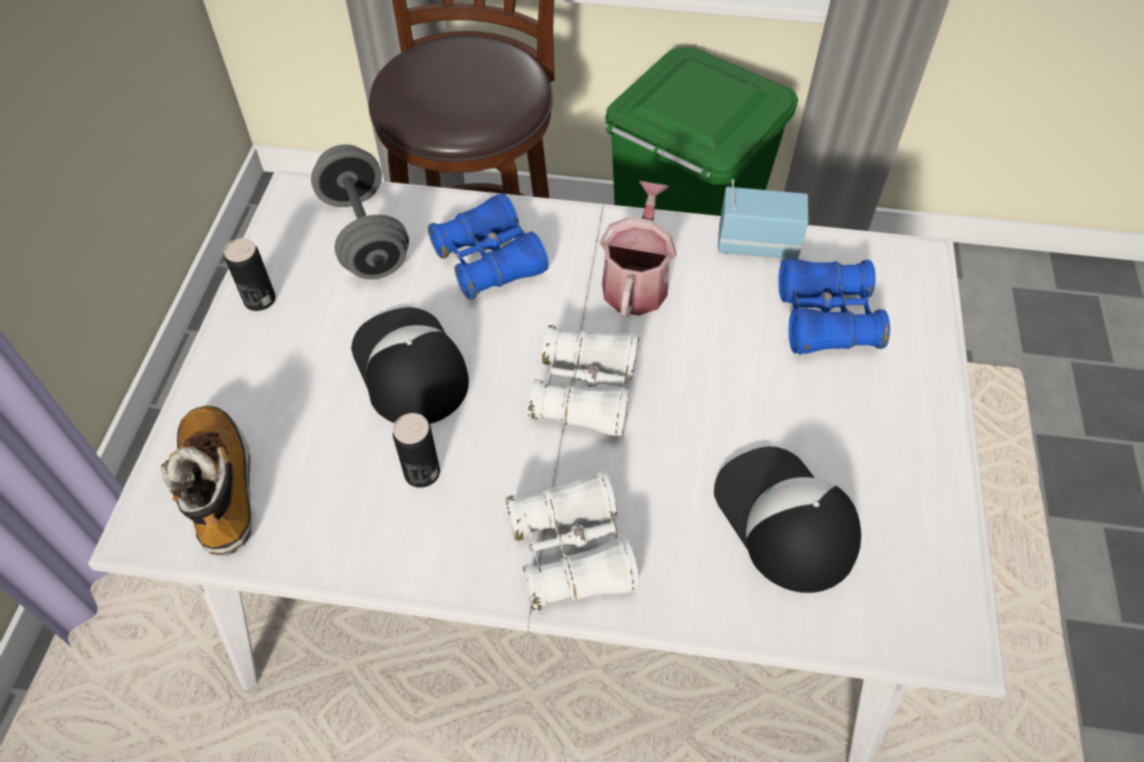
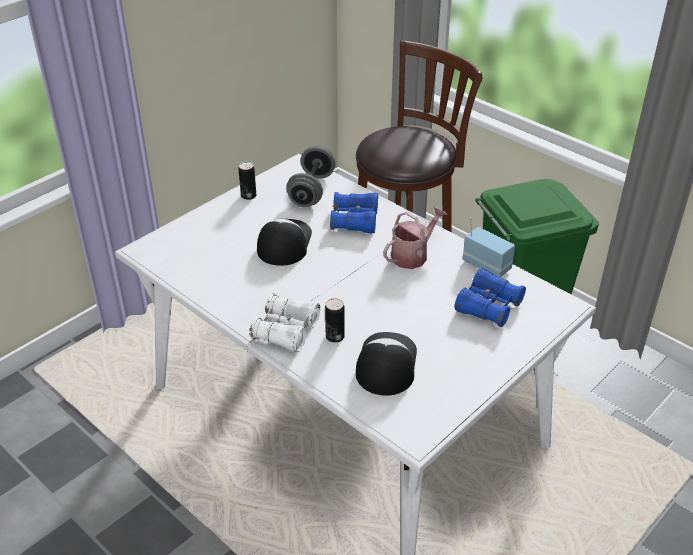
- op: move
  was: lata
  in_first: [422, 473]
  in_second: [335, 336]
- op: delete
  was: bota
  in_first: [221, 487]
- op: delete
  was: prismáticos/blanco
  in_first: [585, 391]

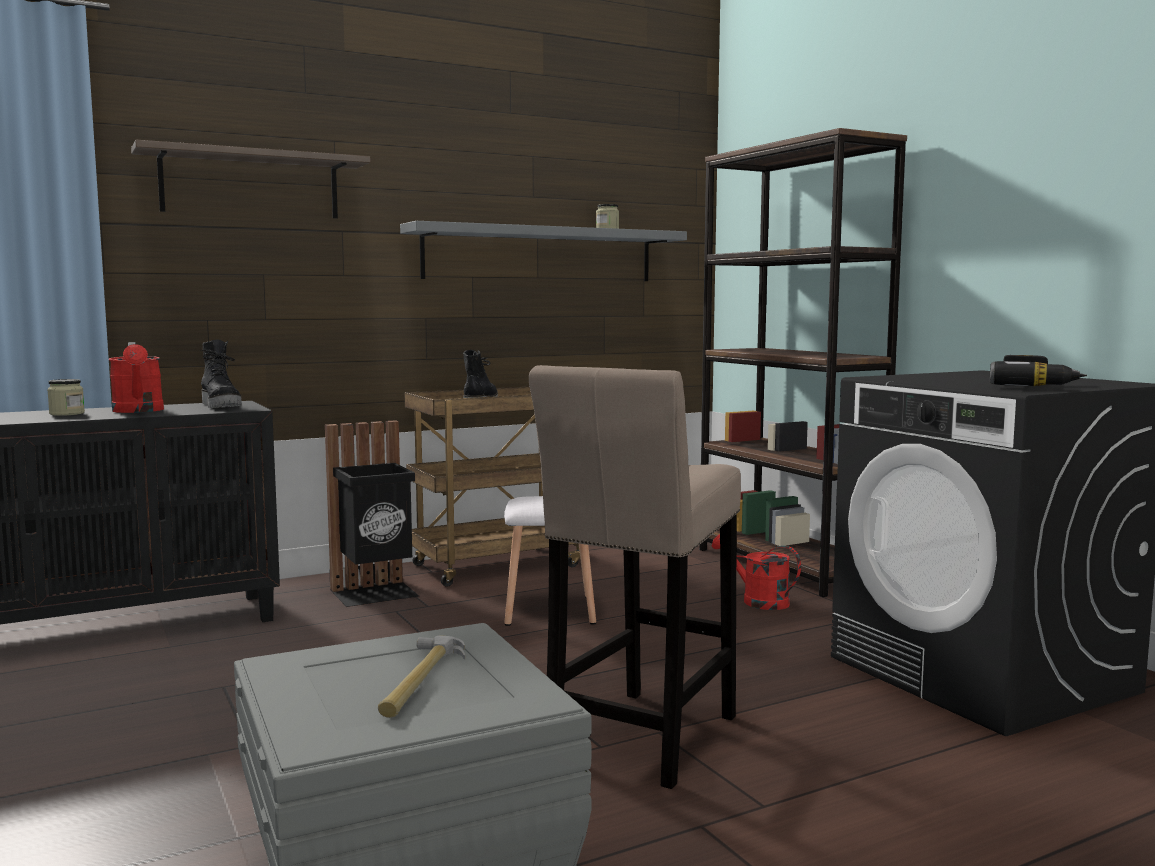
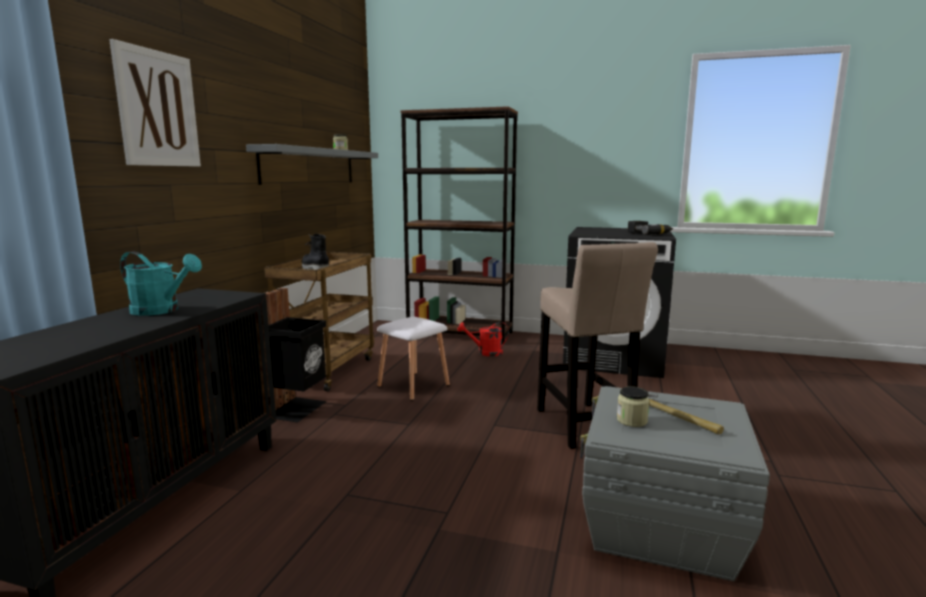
- op: replace
  was: estante
  now: cuadro
  in_first: [250, 185]
  in_second: [157, 109]
- op: recolor
  was: regadera/rojo
  now: regadera/turquesa
  in_first: [139, 411]
  in_second: [162, 311]
- op: move
  was: tarro
  in_first: [67, 413]
  in_second: [631, 420]
- op: delete
  was: bota/negro
  in_first: [222, 406]

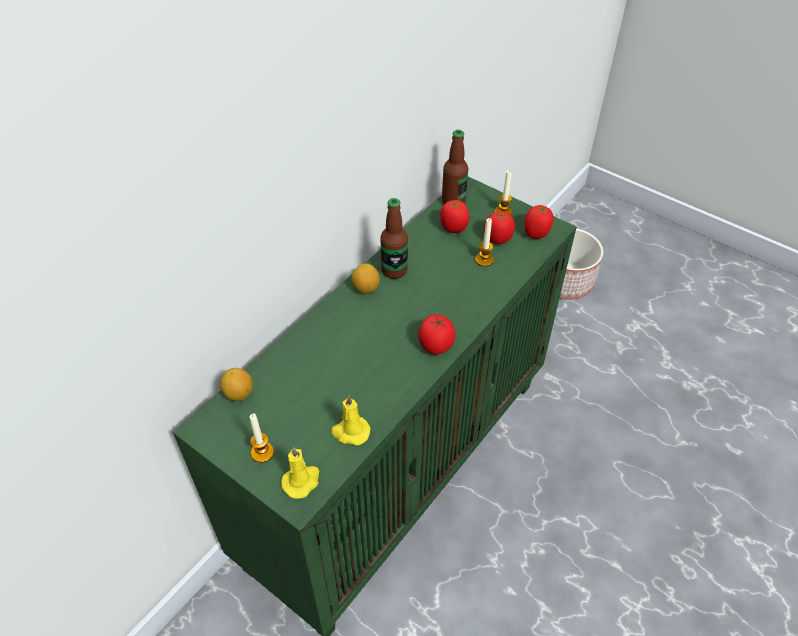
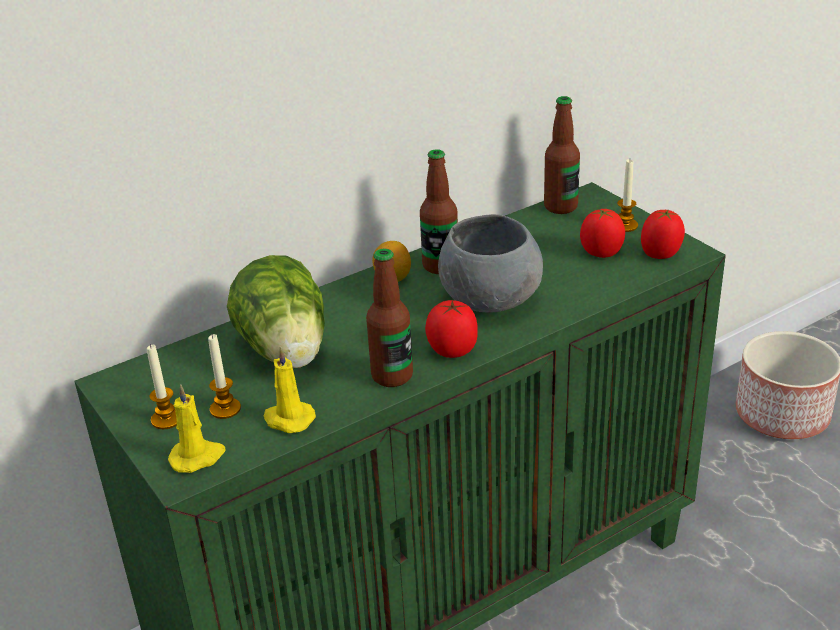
- op: move
  was: vela
  in_first: [484, 260]
  in_second: [225, 409]
- op: insert
  now: lechuga
  in_second: [287, 352]
- op: insert
  now: botella
  in_second: [392, 376]
- op: insert
  now: cuenco/gris
  in_second: [489, 300]
- op: delete
  was: limón
  in_first: [239, 394]
- op: delete
  was: tomate
  in_first: [453, 228]

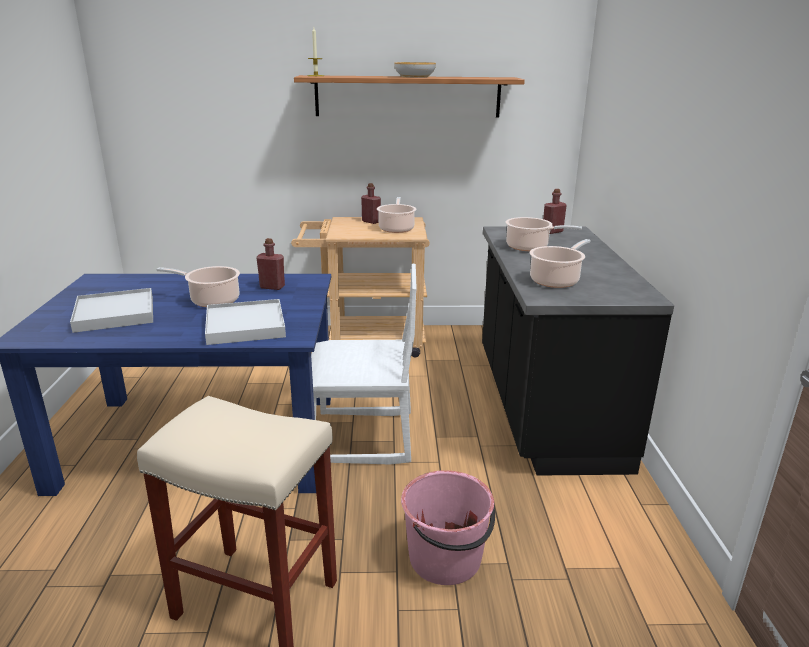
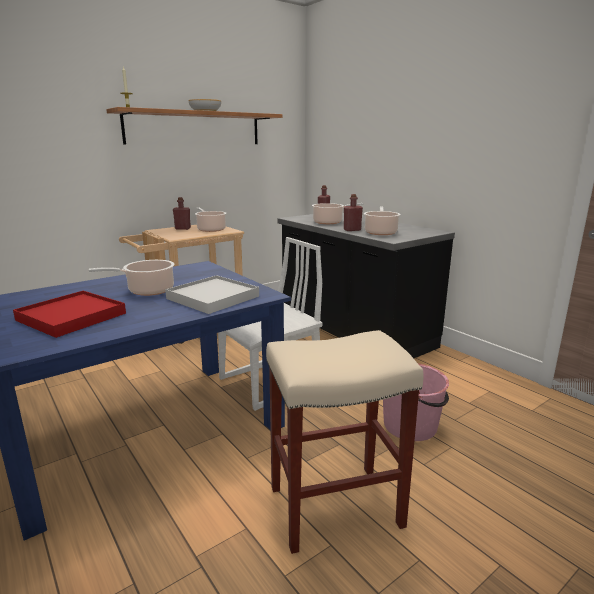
- op: recolor
  was: bandeja/blanco
  now: bandeja/rojo
  in_first: [115, 314]
  in_second: [71, 317]
- op: move
  was: botella/rojo
  in_first: [272, 287]
  in_second: [352, 230]

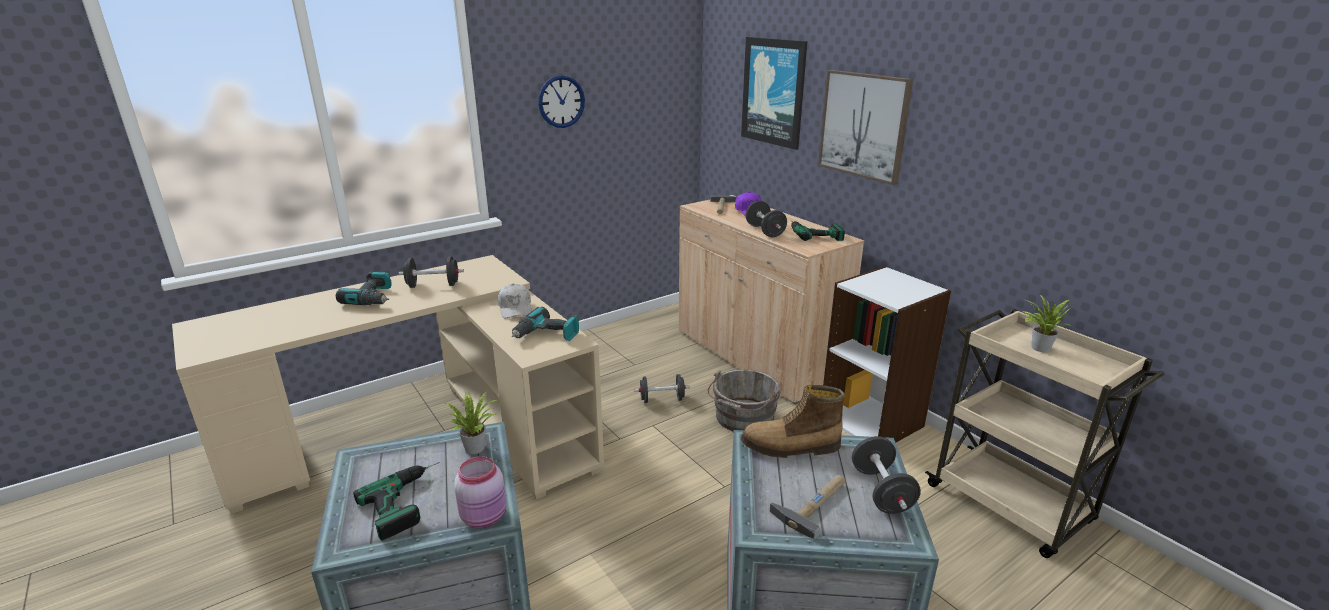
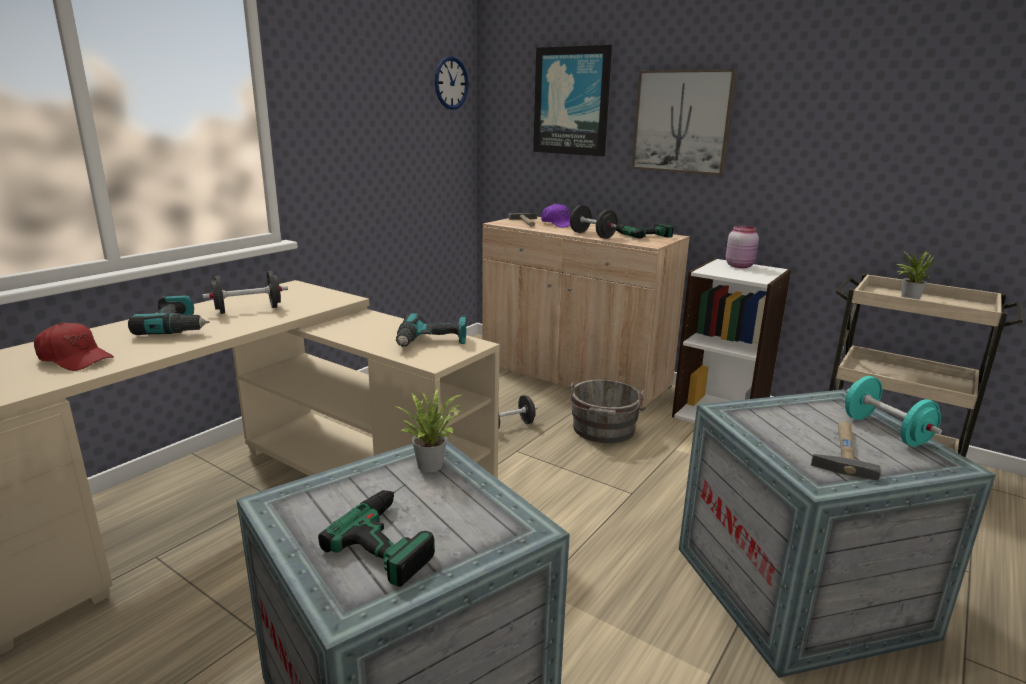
- op: insert
  now: gorra/rojo
  in_second: [75, 359]
- op: move
  was: reloj de pared
  in_first: [561, 101]
  in_second: [451, 83]
- op: move
  was: tarro/rosa
  in_first: [485, 517]
  in_second: [740, 266]
- op: recolor
  was: mancuerna/negro
  now: mancuerna/turquesa
  in_first: [881, 491]
  in_second: [886, 431]
- op: delete
  was: gorra/blanco
  in_first: [515, 308]
- op: delete
  was: bota
  in_first: [790, 447]

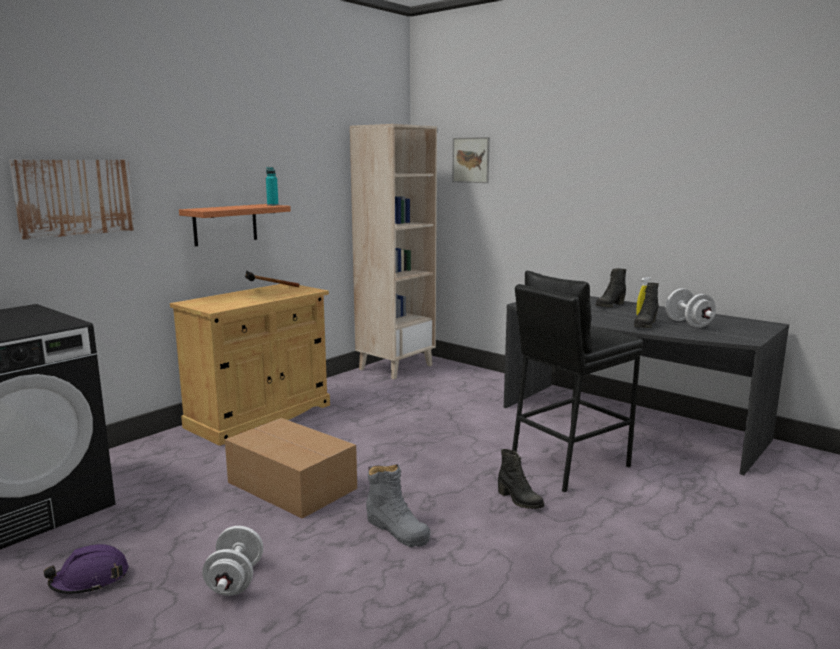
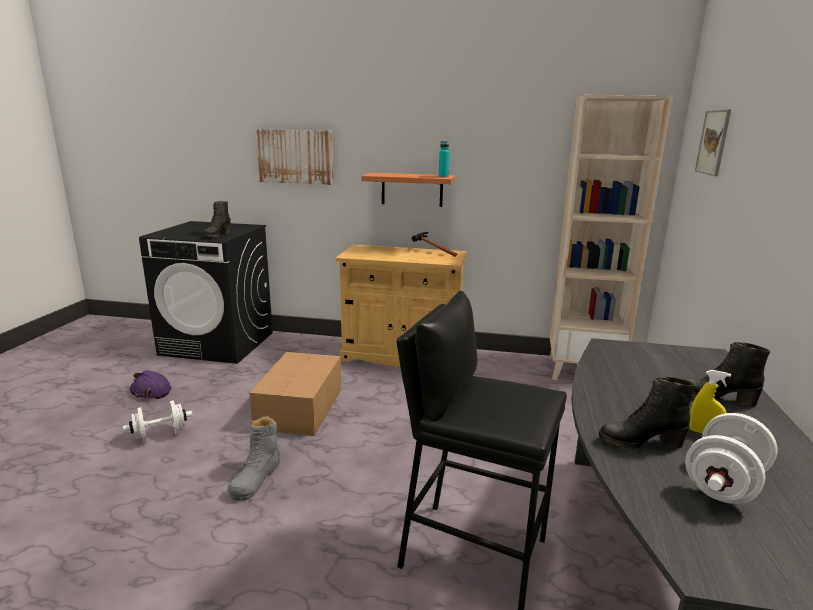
- op: move
  was: bota/negro
  in_first: [519, 500]
  in_second: [217, 235]

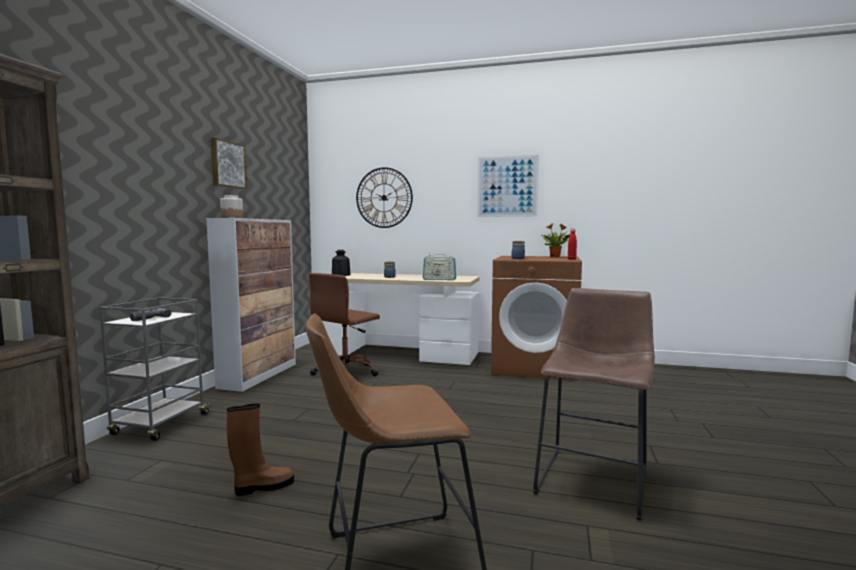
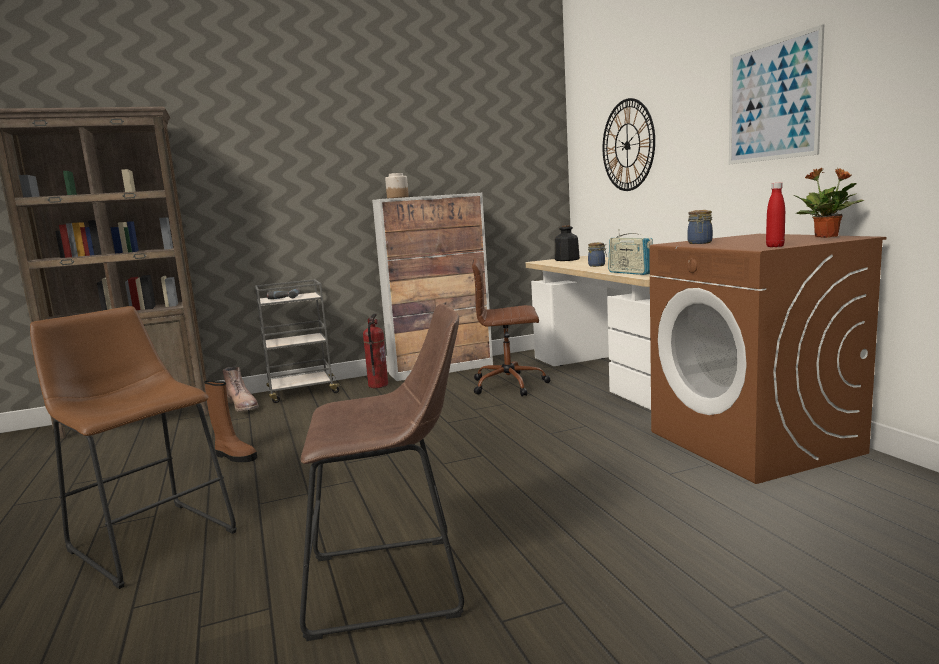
- op: insert
  now: bota/marrón
  in_second: [243, 406]
- op: insert
  now: extintor
  in_second: [378, 385]
- op: delete
  was: cuadro
  in_first: [227, 164]

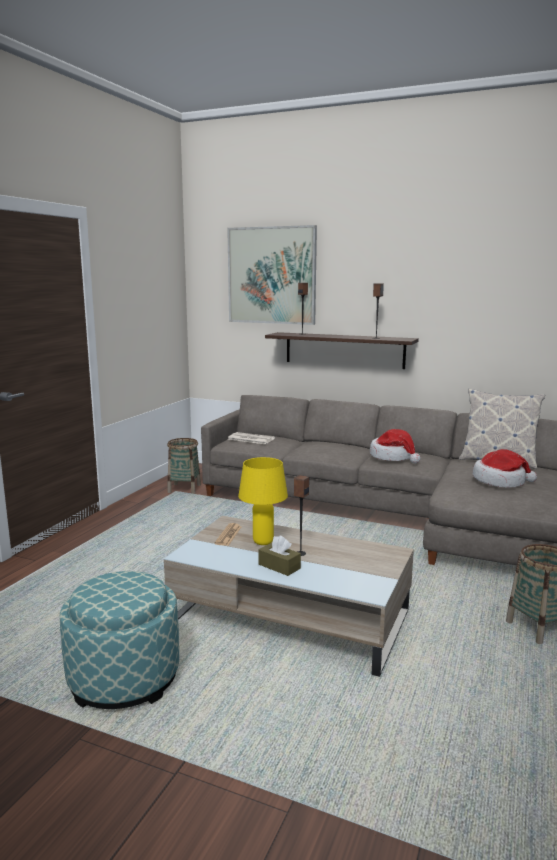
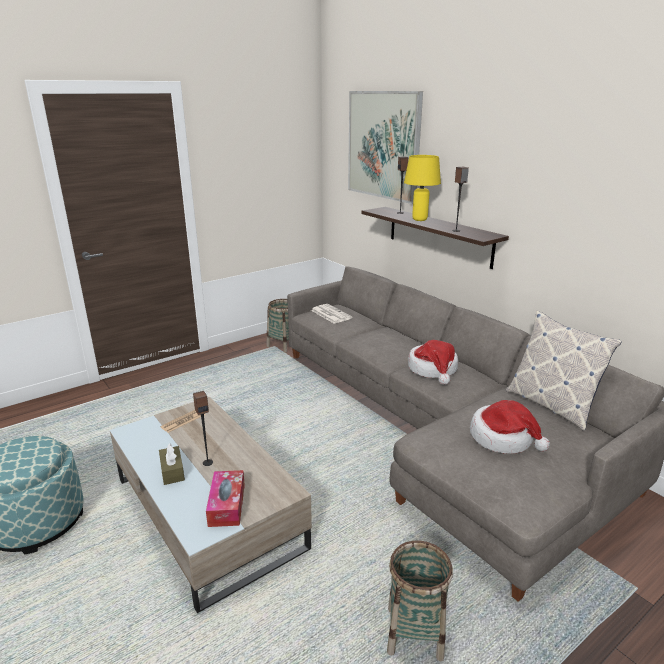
- op: insert
  now: caja de pañuelos
  in_second: [227, 505]
- op: move
  was: lámpara de mesa/amarillo
  in_first: [263, 542]
  in_second: [420, 219]

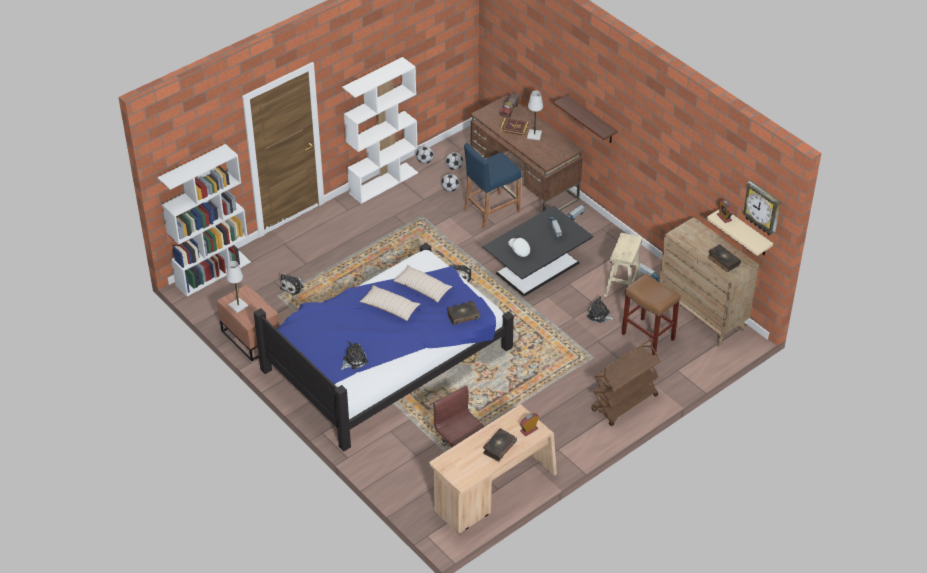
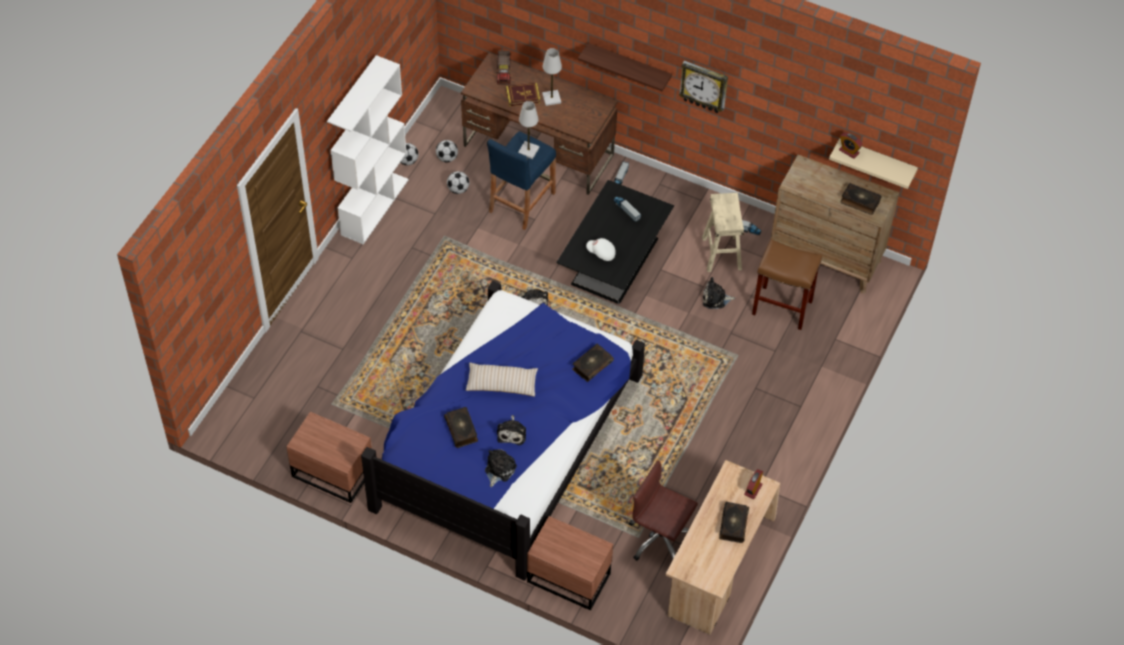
- op: insert
  now: libro
  in_second: [461, 430]
- op: move
  was: peluche
  in_first: [293, 287]
  in_second: [512, 433]
- op: move
  was: lámpara de mesa/blanco
  in_first: [238, 306]
  in_second: [528, 150]
- op: insert
  now: mesita de noche/marrón
  in_second: [568, 576]
- op: move
  was: reloj de pared
  in_first: [762, 208]
  in_second: [704, 86]
- op: delete
  was: estantería/blanco
  in_first: [213, 273]
- op: delete
  was: cojín/beis
  in_first: [422, 288]
- op: delete
  was: carrito/marrón
  in_first: [624, 404]

